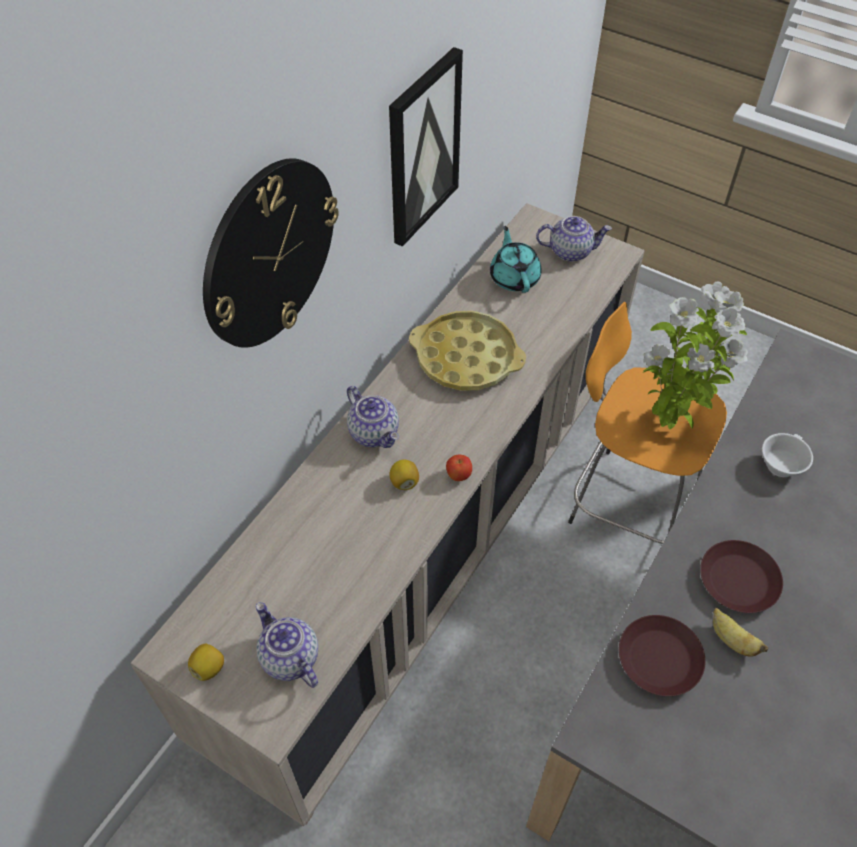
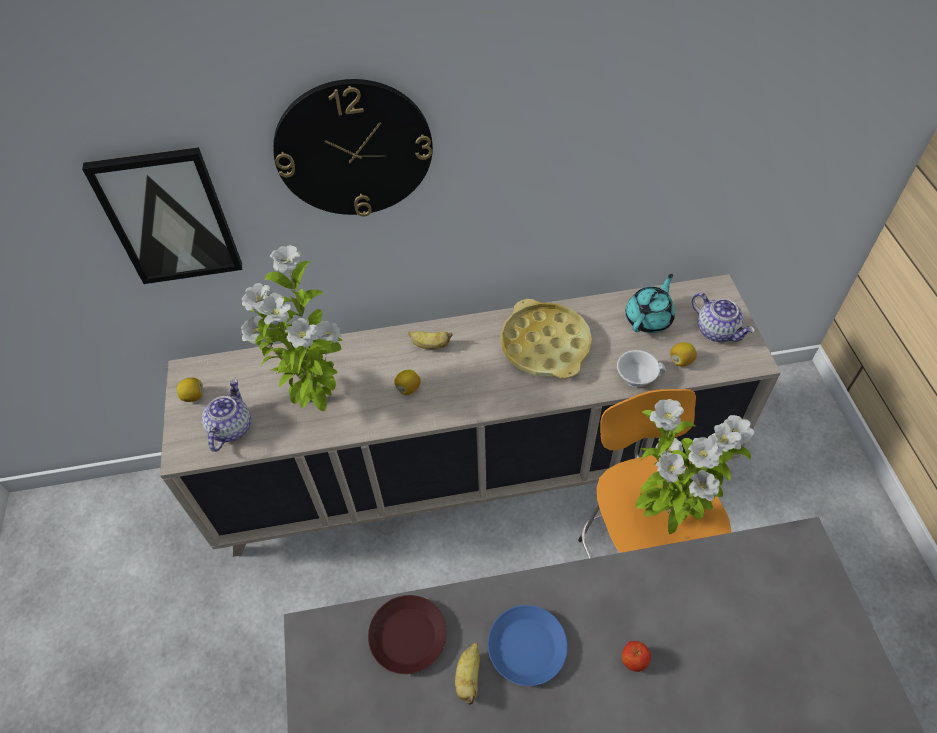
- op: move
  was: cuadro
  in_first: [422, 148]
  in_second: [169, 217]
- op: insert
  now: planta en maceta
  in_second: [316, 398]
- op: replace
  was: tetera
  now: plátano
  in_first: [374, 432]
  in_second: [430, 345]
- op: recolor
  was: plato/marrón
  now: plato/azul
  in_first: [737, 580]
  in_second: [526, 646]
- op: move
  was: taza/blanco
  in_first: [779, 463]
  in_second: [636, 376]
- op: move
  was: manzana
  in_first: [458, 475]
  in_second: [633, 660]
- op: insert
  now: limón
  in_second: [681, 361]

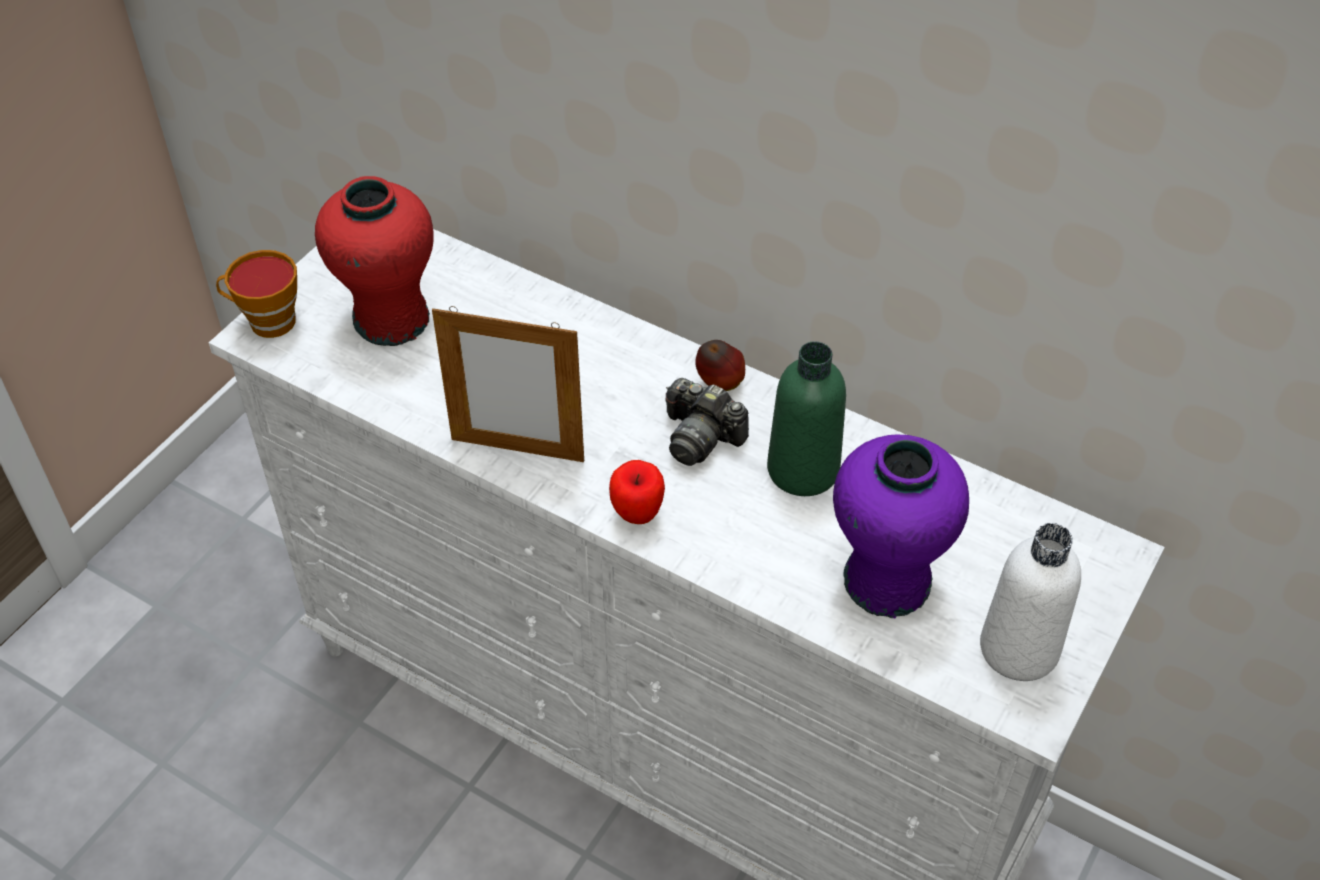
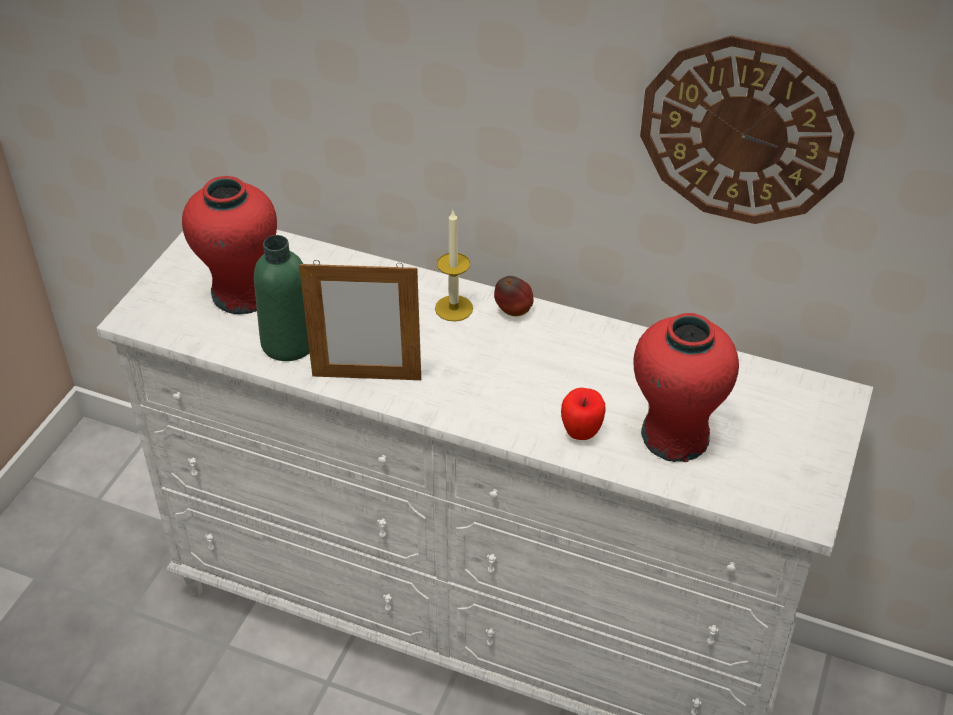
- op: move
  was: botella/verde
  in_first: [803, 470]
  in_second: [289, 343]
- op: insert
  now: vela
  in_second: [454, 308]
- op: move
  was: manzana
  in_first: [637, 516]
  in_second: [581, 434]
- op: recolor
  was: florero/morado
  now: florero/rojo
  in_first: [886, 581]
  in_second: [674, 436]
- op: insert
  now: reloj de pared
  in_second: [744, 131]
- op: delete
  was: taza
  in_first: [266, 322]
- op: delete
  was: cámara
  in_first: [700, 437]
- op: delete
  was: botella/blanco
  in_first: [1019, 649]

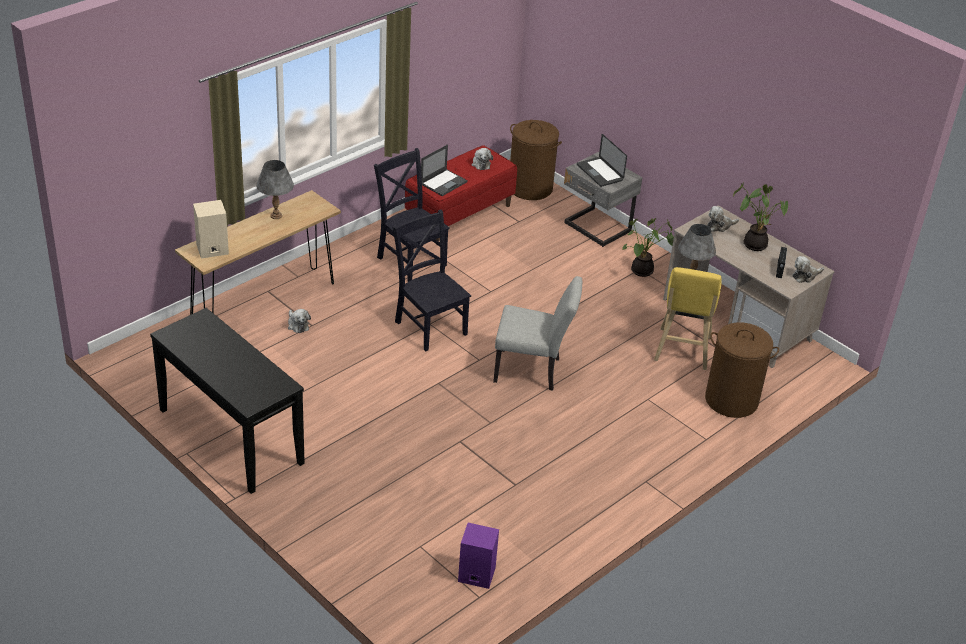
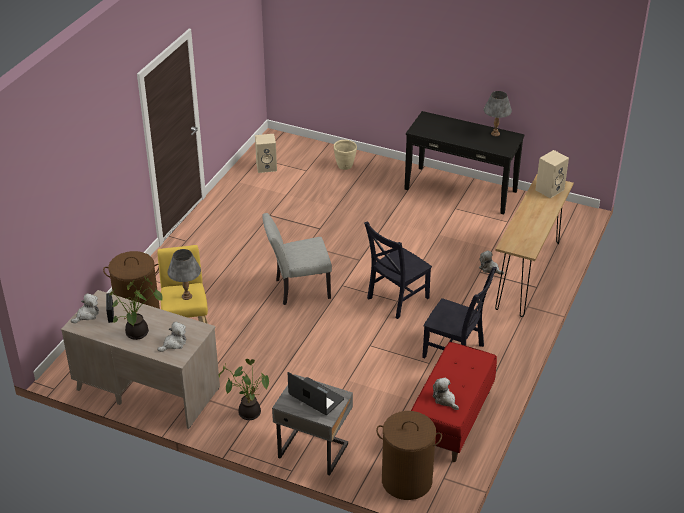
- op: recolor
  was: altavoz/morado
  now: altavoz/beis
  in_first: [475, 575]
  in_second: [267, 167]
- op: insert
  now: maceta/beis
  in_second: [345, 166]
- op: rotate
  was: silla/negro
  in_first: [429, 326]
  in_second: [396, 299]
  clockwise: 105
- op: move
  was: lámpara de mesa/gris
  in_first: [276, 215]
  in_second: [495, 134]
- op: delete
  was: portátil
  in_first: [444, 182]

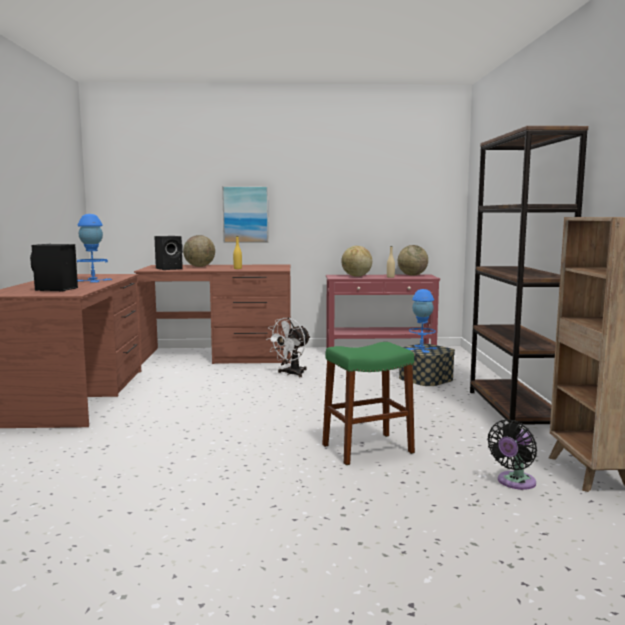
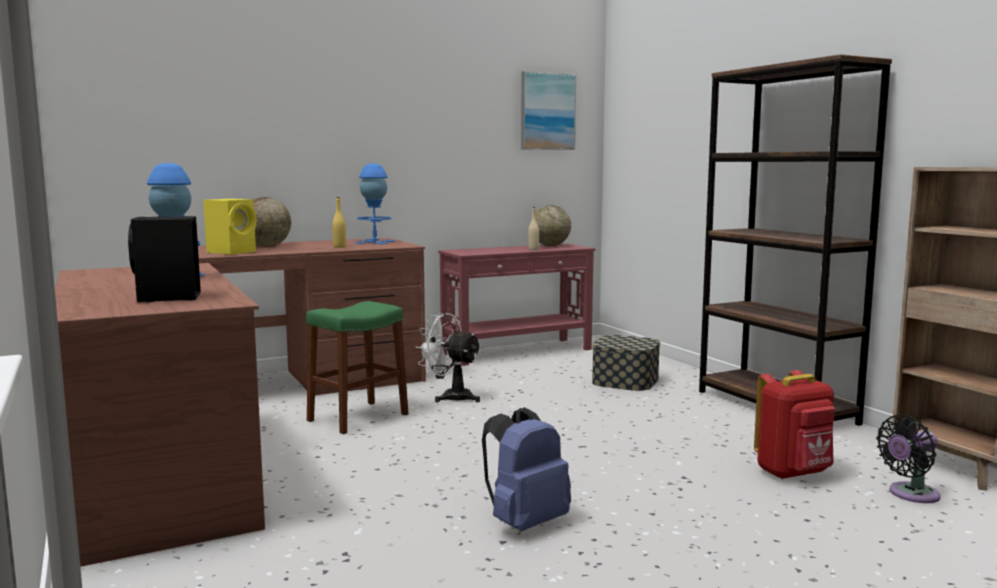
- op: recolor
  was: altavoz/negro
  now: altavoz/amarillo
  in_first: [170, 269]
  in_second: [233, 252]
- op: move
  was: taburete/verde
  in_first: [367, 449]
  in_second: [358, 417]
- op: move
  was: lámpara de mesa/azul
  in_first: [421, 349]
  in_second: [375, 242]
- op: rotate
  was: ventilador/blanco
  in_first: [291, 374]
  in_second: [450, 397]
  clockwise: 105
- op: insert
  now: mochila/azul
  in_second: [524, 522]
- op: move
  was: cuadro
  in_first: [245, 214]
  in_second: [547, 111]
- op: insert
  now: mochila/rojo
  in_second: [793, 473]
- op: rotate
  was: ventilador/negro
  in_first: [514, 482]
  in_second: [910, 494]
  clockwise: 45
- op: delete
  was: globo terráqueo
  in_first: [356, 276]

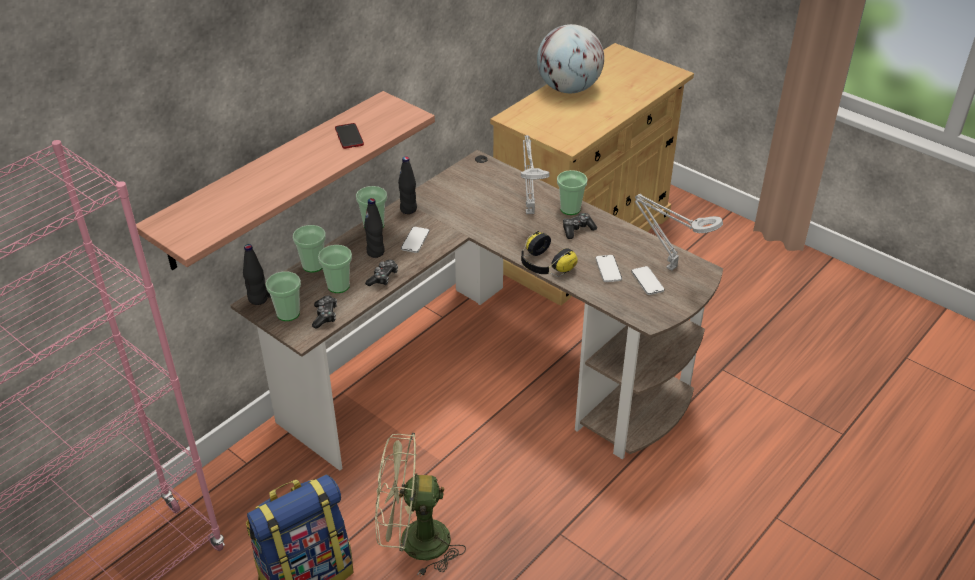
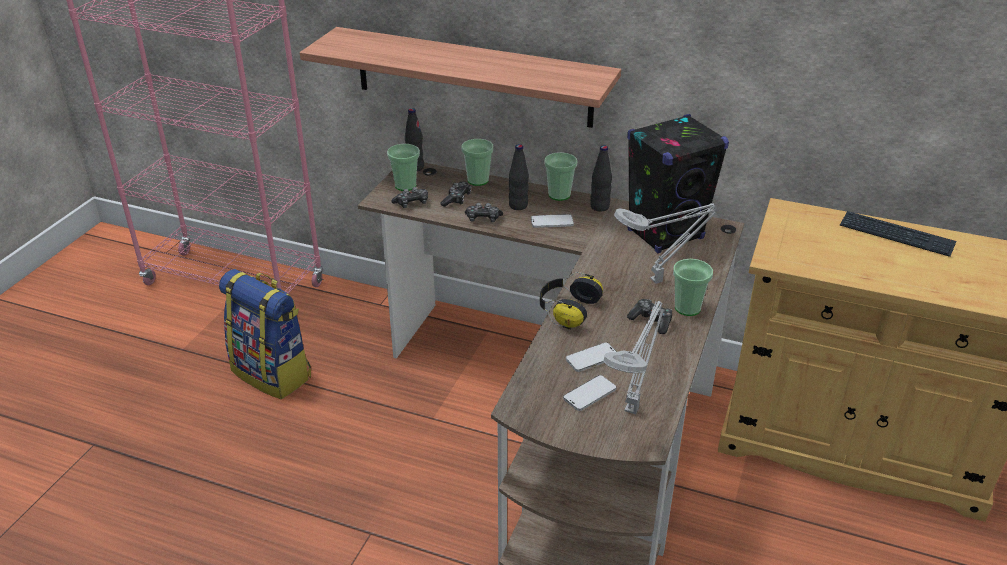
- op: replace
  was: taza
  now: mando de consola
  in_first: [338, 286]
  in_second: [457, 199]
- op: insert
  now: altavoz/negro
  in_second: [665, 234]
- op: replace
  was: globo terráqueo
  now: teclado
  in_first: [568, 89]
  in_second: [896, 235]
- op: delete
  was: móvil
  in_first: [349, 137]
- op: delete
  was: ventilador/verde
  in_first: [413, 542]

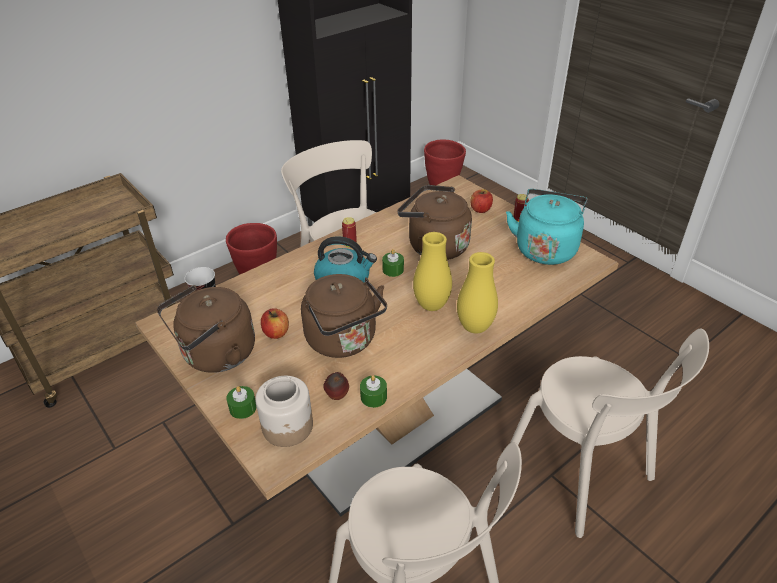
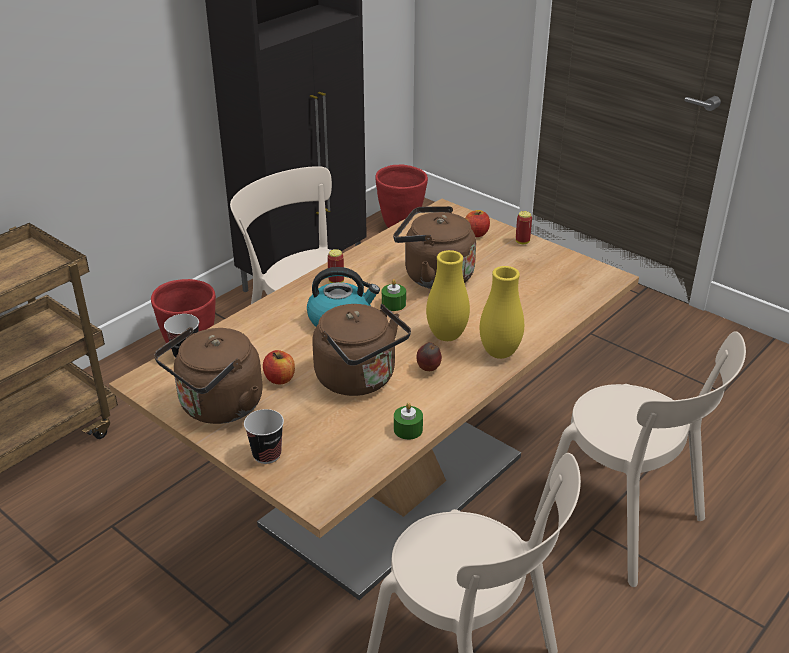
- op: replace
  was: vela/verde
  now: taza
  in_first: [243, 408]
  in_second: [267, 454]
- op: move
  was: manzana
  in_first: [337, 397]
  in_second: [428, 370]
- op: delete
  was: tarro
  in_first: [288, 426]
- op: delete
  was: hervidor/turquesa
  in_first: [545, 248]

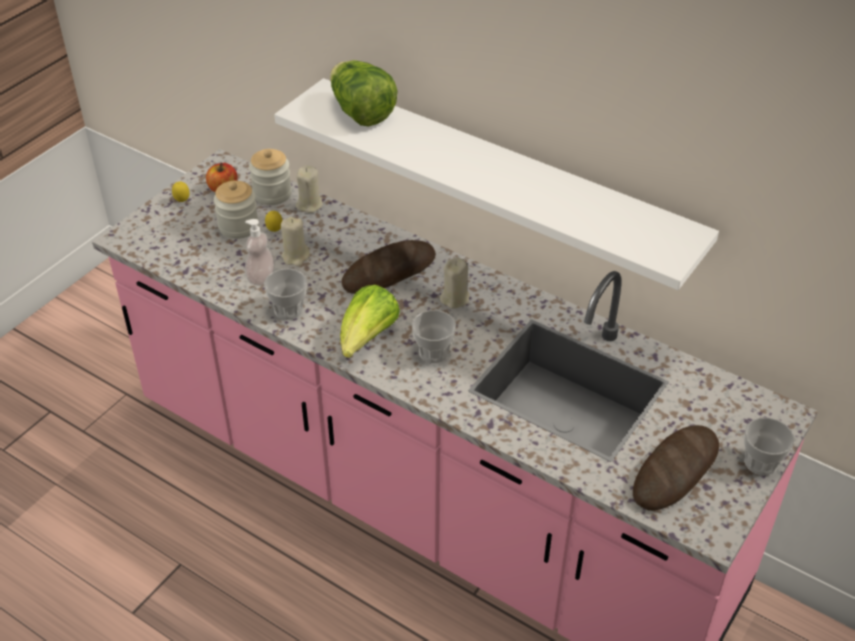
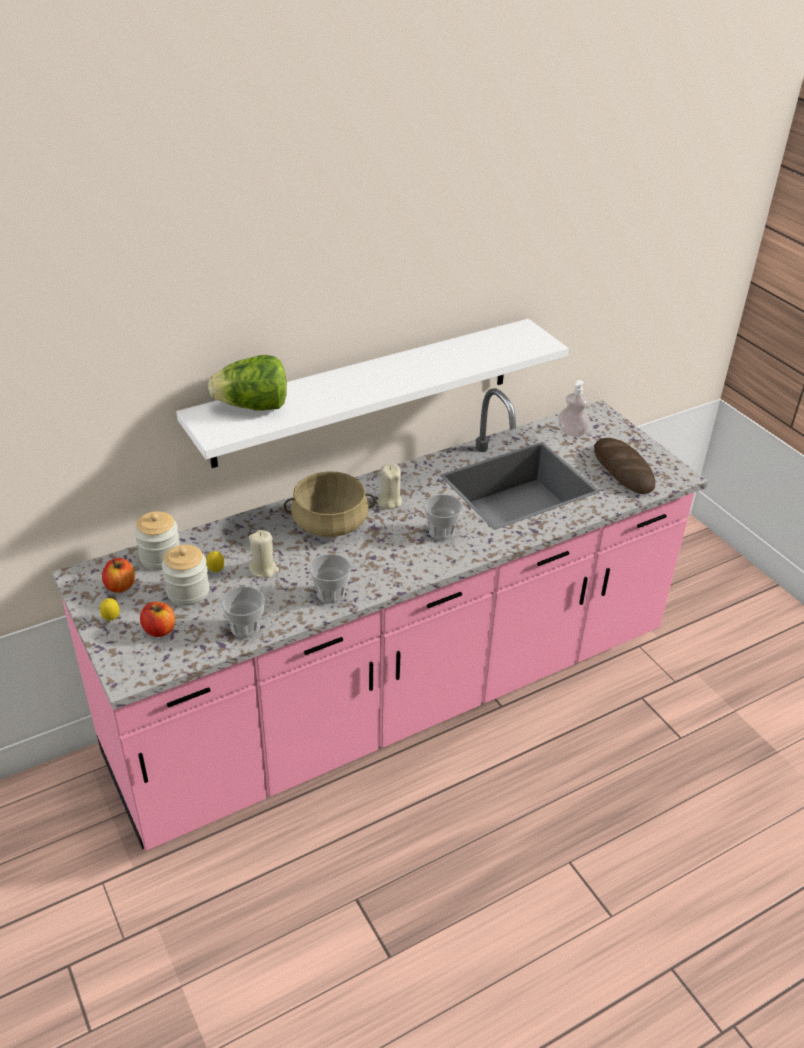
- op: insert
  now: manzana
  in_second: [159, 630]
- op: move
  was: taza
  in_first: [760, 463]
  in_second: [245, 628]
- op: replace
  was: pan
  now: olla/beis
  in_first: [389, 272]
  in_second: [330, 524]
- op: move
  was: dispensador de jabón
  in_first: [261, 277]
  in_second: [572, 432]
- op: delete
  was: vela/beis
  in_first: [309, 204]
- op: delete
  was: lechuga
  in_first: [367, 338]

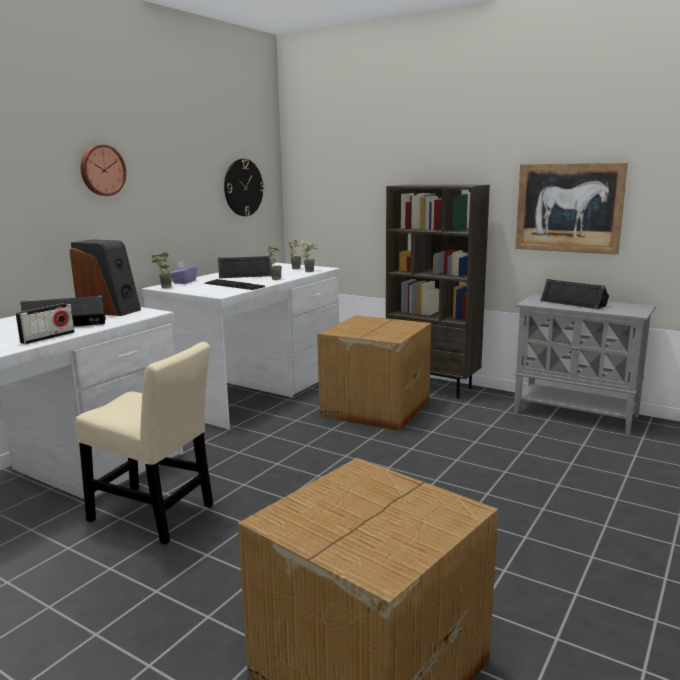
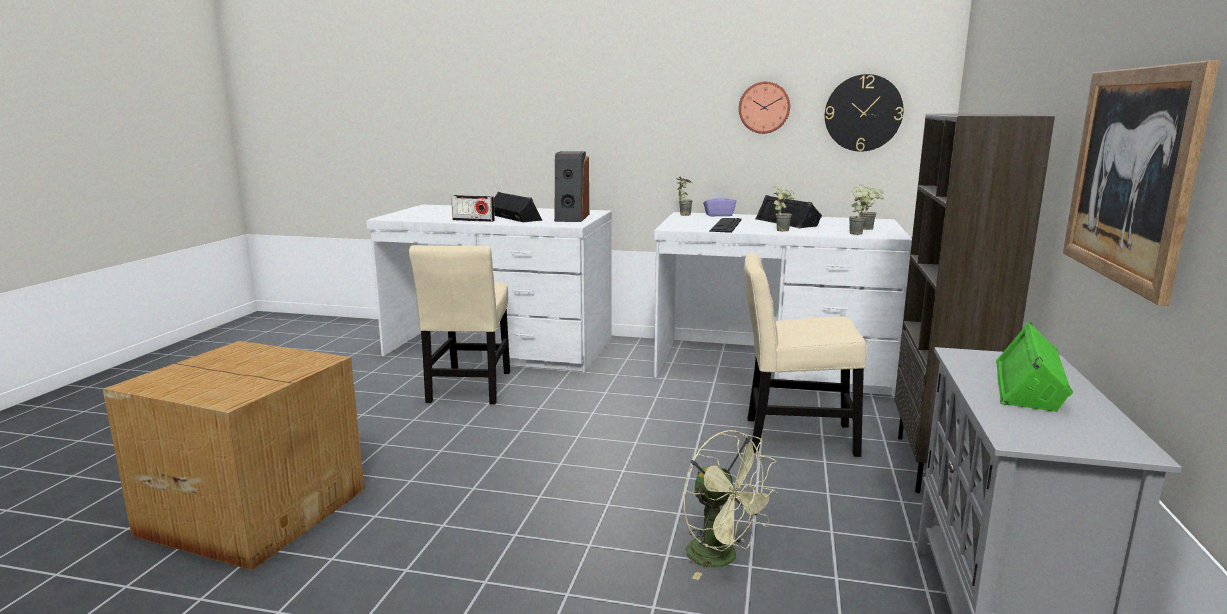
- op: insert
  now: ventilador/verde
  in_second: [722, 558]
- op: move
  was: reloj de pared
  in_first: [102, 170]
  in_second: [764, 107]
- op: replace
  was: caja de cartón
  now: silla/beis
  in_first: [374, 409]
  in_second: [793, 437]
- op: recolor
  was: altavoz/negro
  now: altavoz/verde
  in_first: [574, 303]
  in_second: [1031, 385]

